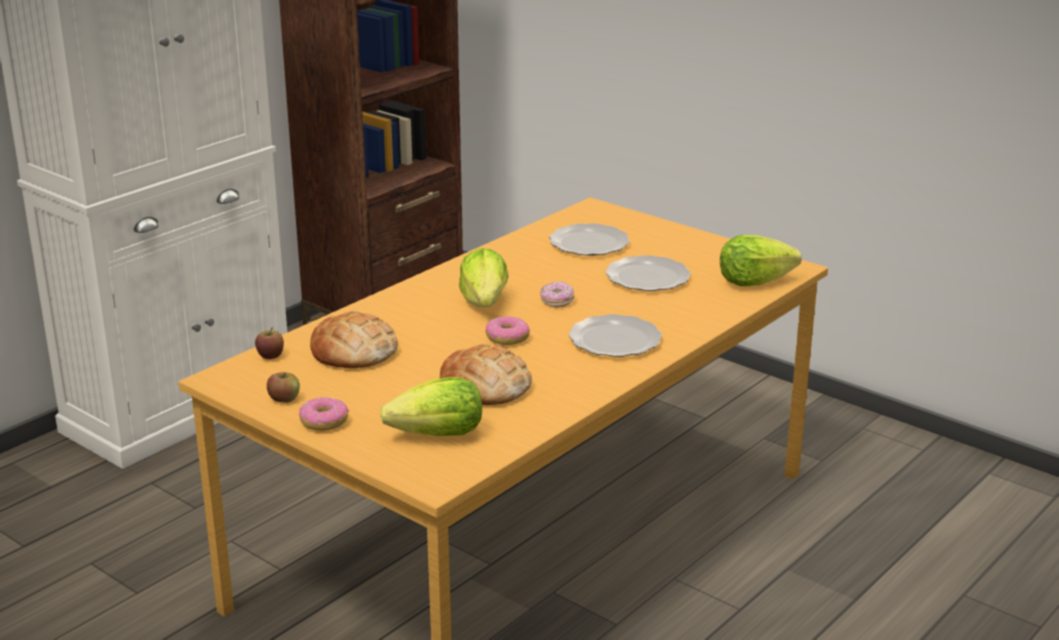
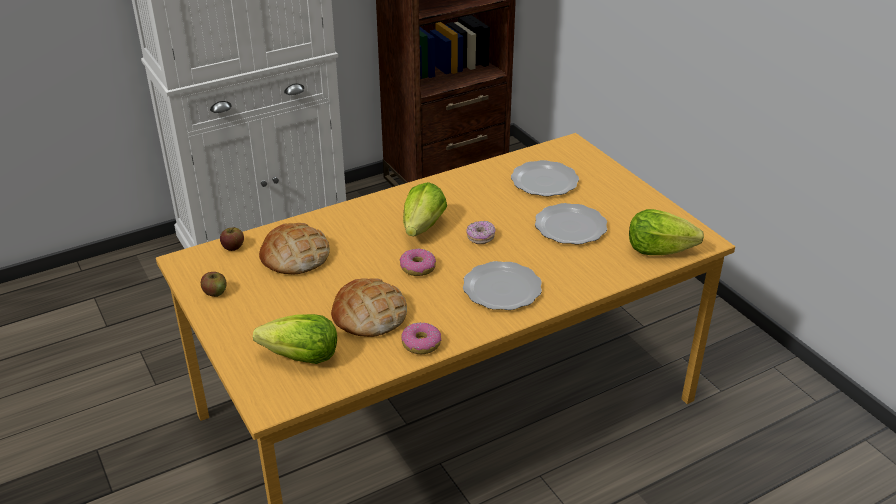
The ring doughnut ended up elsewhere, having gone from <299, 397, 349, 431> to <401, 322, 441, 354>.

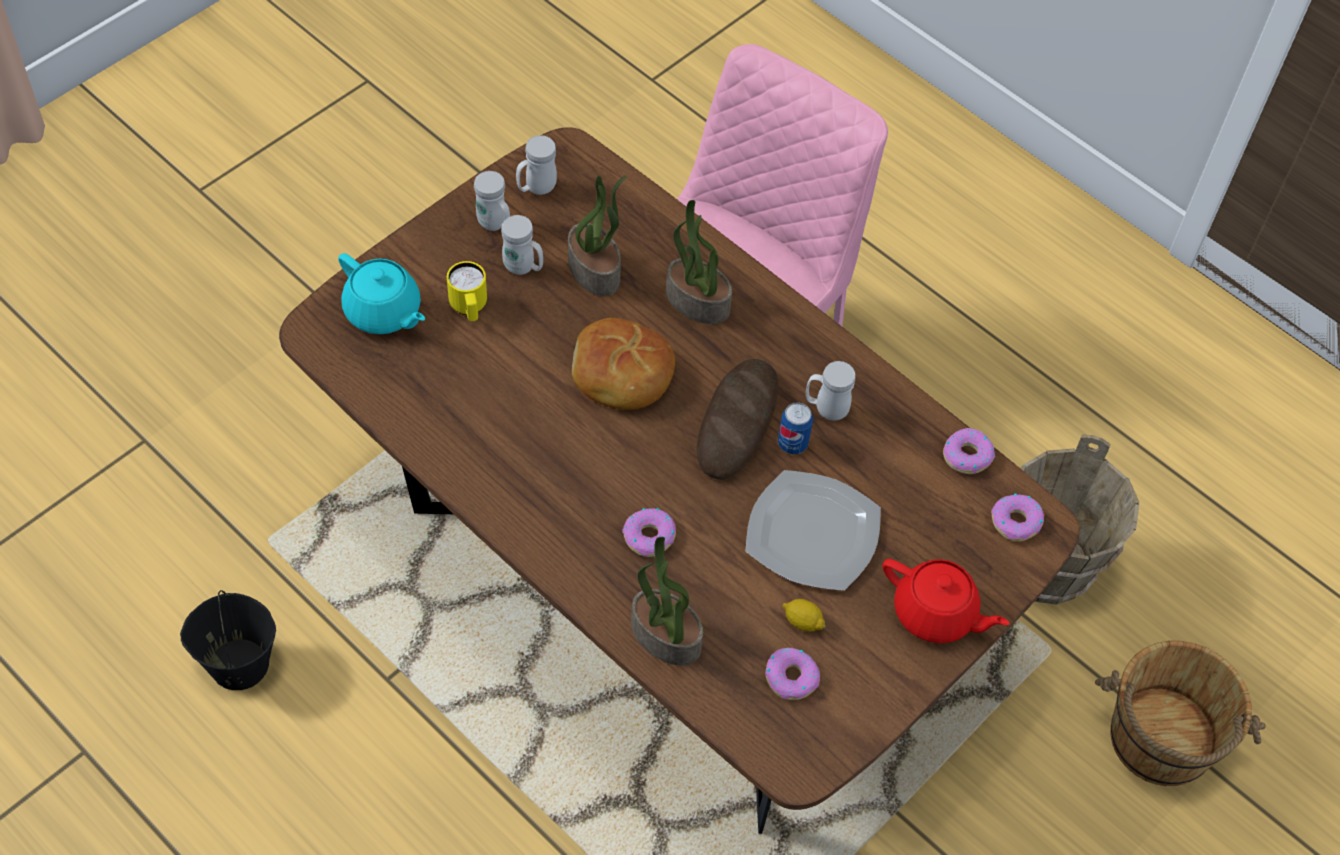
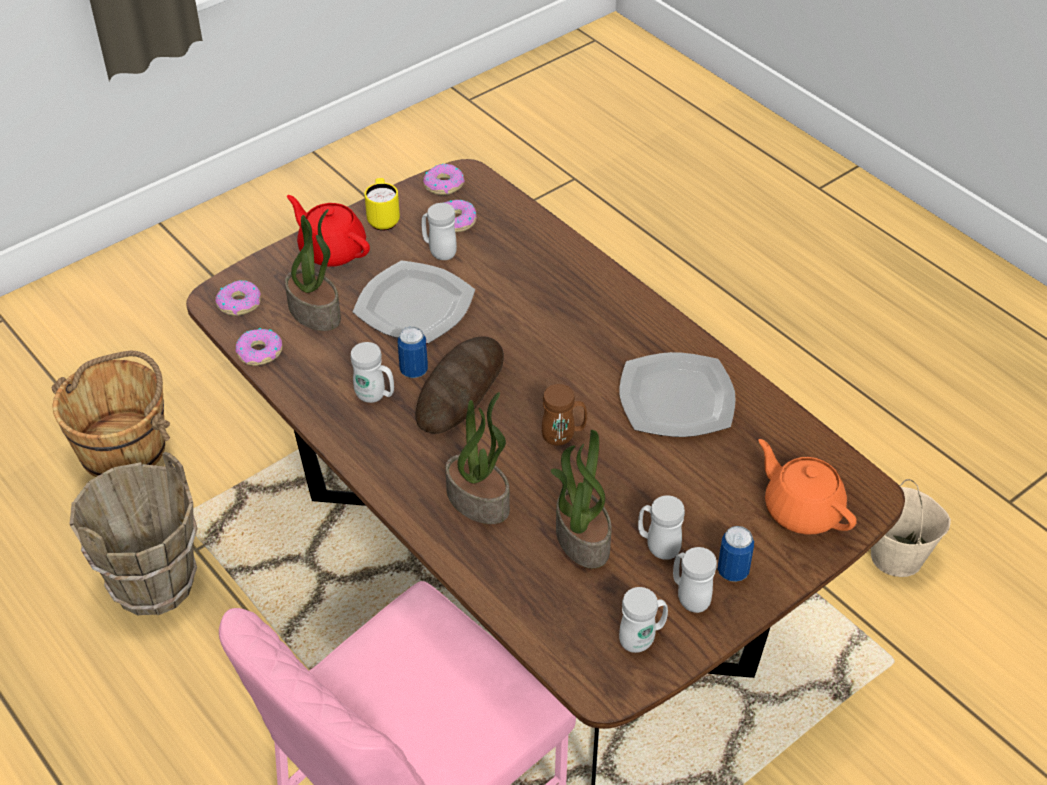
What was the black-coloured water bucket at <180, 590, 276, 690> turned into the sand-coloured water bucket at <871, 479, 951, 577>.
What was the blue-green pot for tea at <338, 253, 425, 334> turned into the orange pot for tea at <758, 439, 857, 535>.
The yellow coffee mug ended up elsewhere, having gone from <447, 261, 487, 321> to <364, 178, 400, 231>.
Where the bakery bread stood at <572, 318, 675, 410>, the brown-coloured coffee mug came to stand at <542, 384, 587, 446>.
The ring doughnut ended up elsewhere, having gone from <622, 508, 676, 557> to <423, 164, 465, 195>.
The houseplant ended up elsewhere, having gone from <631, 537, 703, 666> to <285, 209, 341, 331>.
Where the citrus fruit stood at <782, 599, 826, 632>, the white-coloured coffee mug came to stand at <422, 203, 457, 260>.
The second view gained the flat dish at <619, 352, 735, 437>.
The second view gained the metal can at <718, 526, 754, 582>.

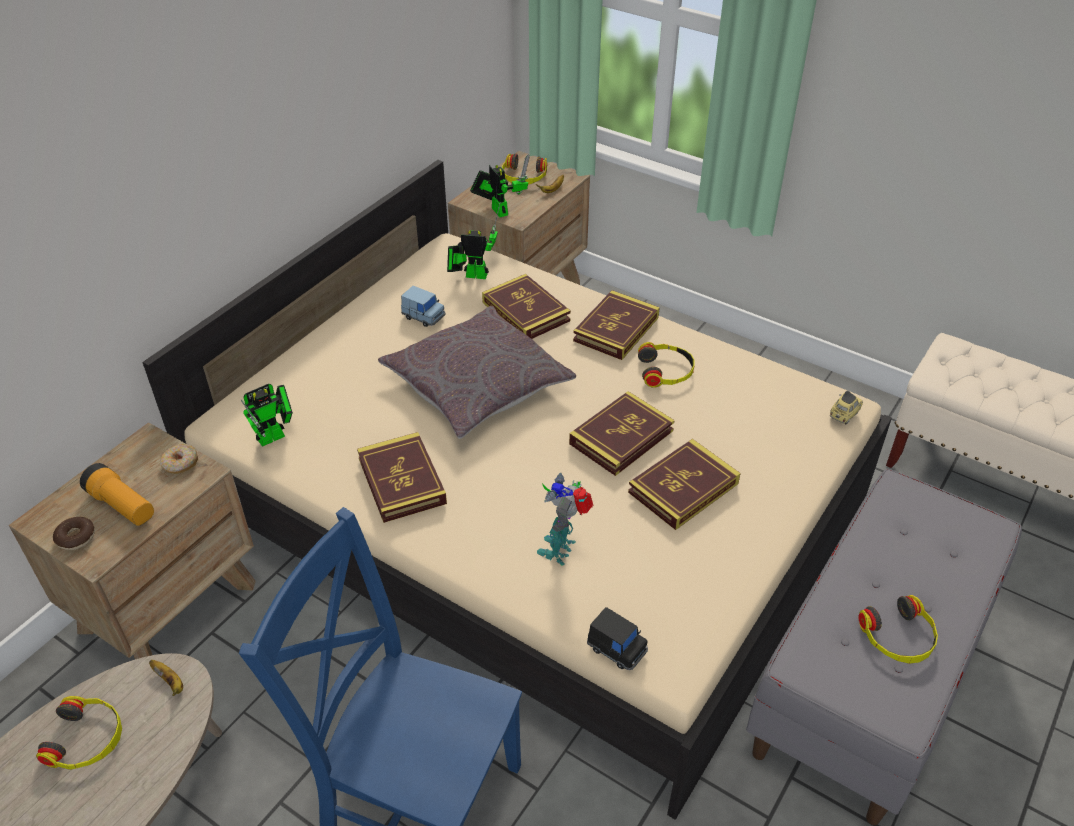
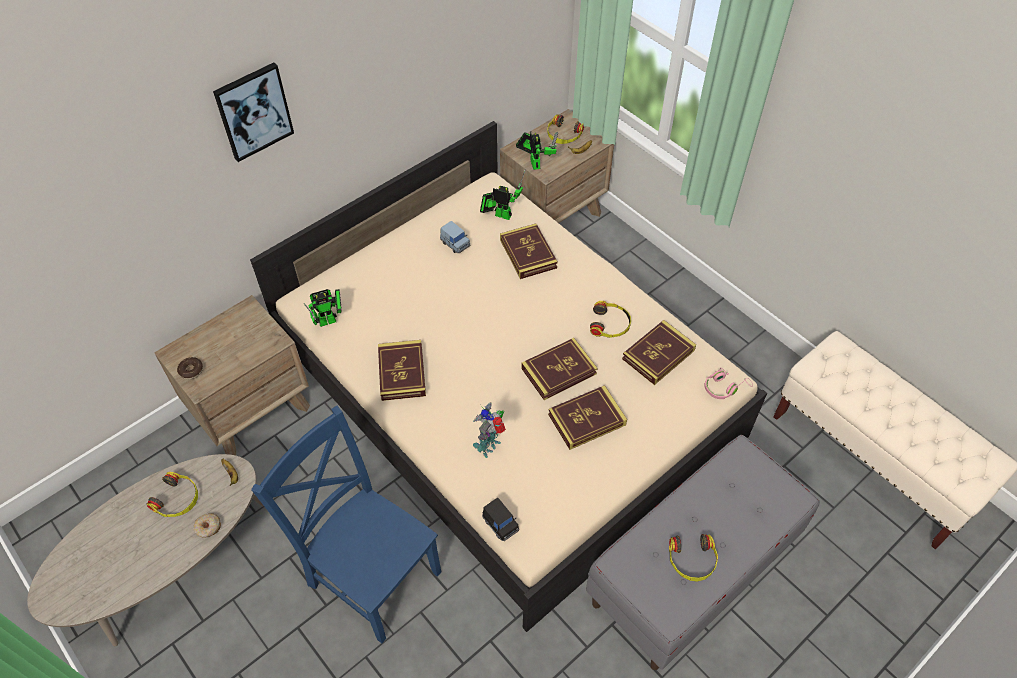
The second view lost the torch at <80, 463, 154, 526>.
The ring doughnut ended up elsewhere, having gone from <160, 444, 198, 474> to <193, 513, 221, 538>.
The second view lost the gray pillow at <378, 306, 576, 439>.
The bound book ended up elsewhere, having gone from <573, 290, 660, 360> to <622, 320, 696, 385>.
Where the miniature car stood at <830, 391, 863, 424>, the pinkish pair of headphones came to stand at <704, 368, 753, 399>.
The second view gained the wall art at <213, 63, 294, 162>.

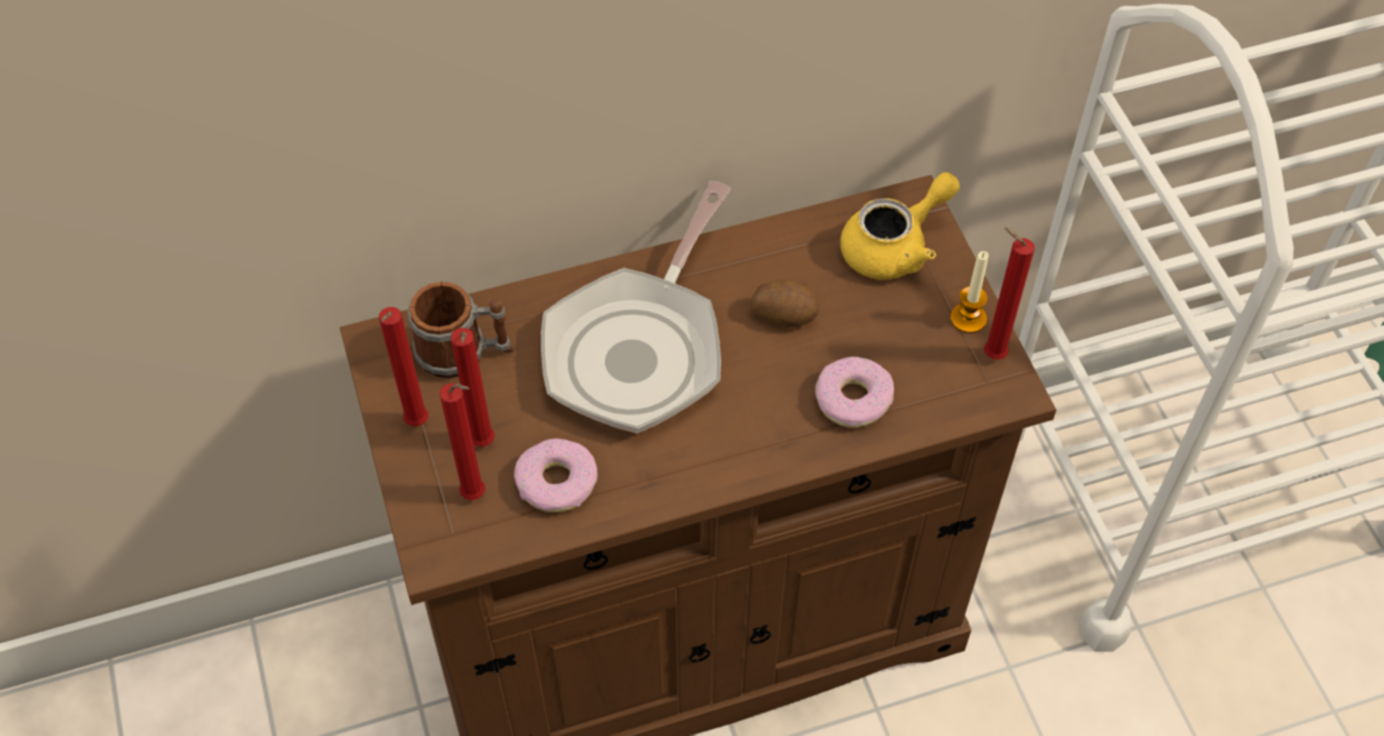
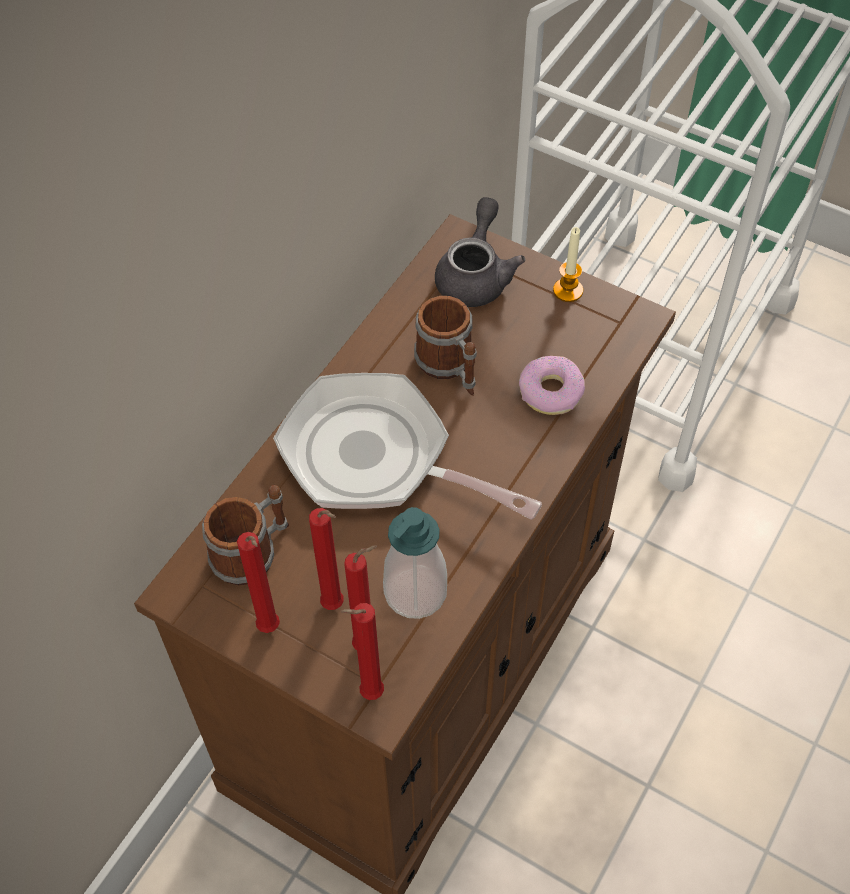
Where the ring doughnut stood at <514, 438, 597, 512>, the soap bottle came to stand at <383, 507, 447, 619>.
The pan at <541, 181, 731, 434> ended up facing another way, 135 degrees clockwise from before.
Where the potato stood at <751, 280, 819, 327>, the coffee mug came to stand at <414, 296, 477, 396>.
What was the yellow pot for tea at <840, 172, 960, 280> turned into the gray pot for tea at <435, 197, 526, 307>.
The reddish wax light ended up elsewhere, having gone from <984, 227, 1035, 360> to <341, 603, 384, 700>.

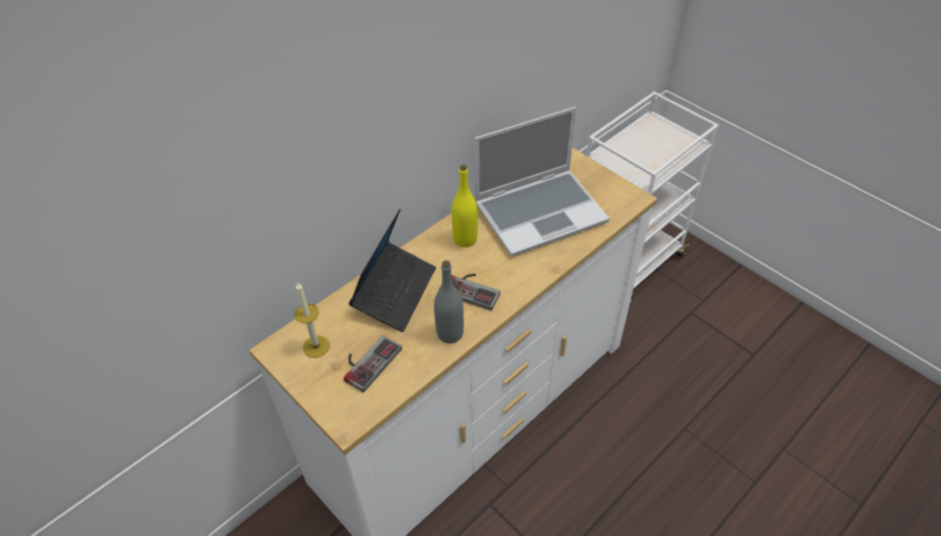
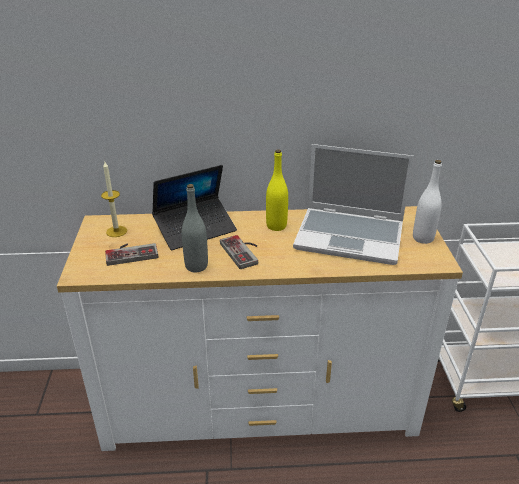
The second view gained the white-coloured bottle at <413, 160, 442, 244>.

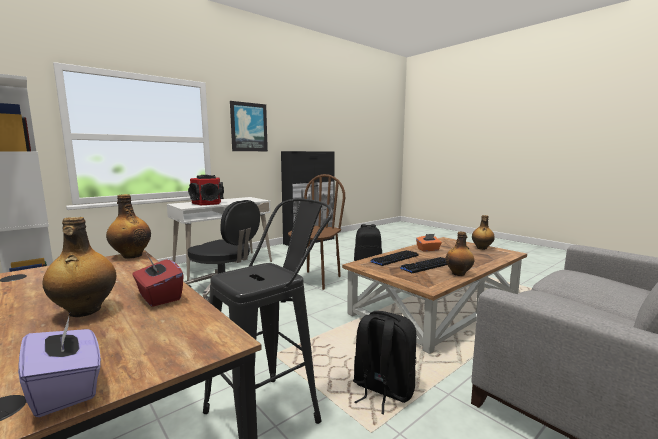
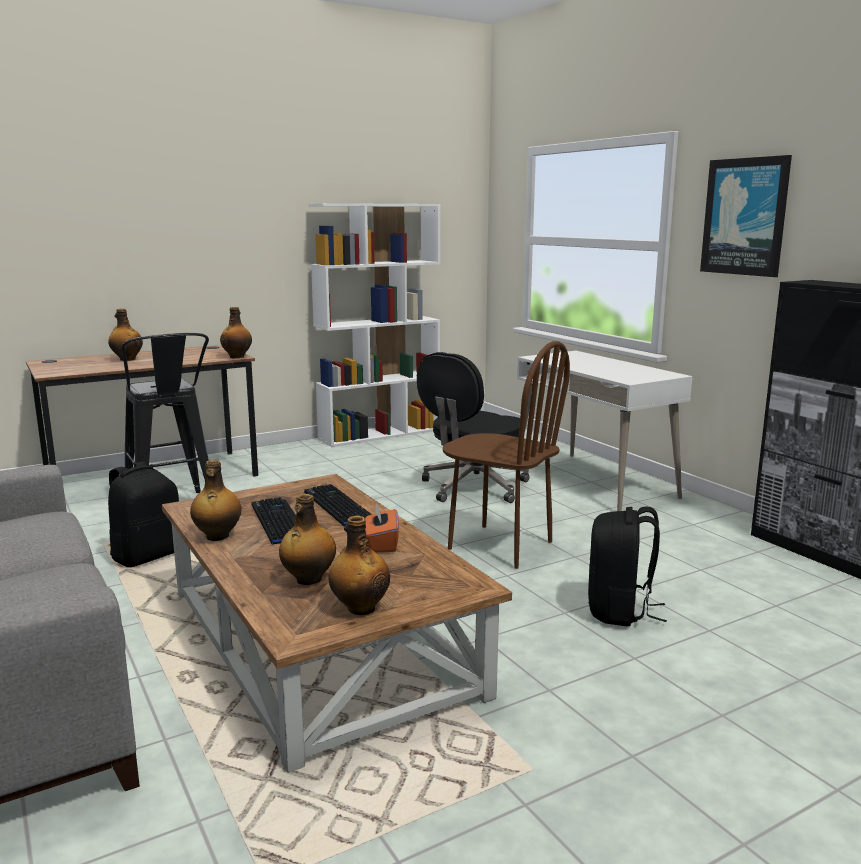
The second view lost the purple-coloured box of tissues at <18, 314, 101, 417>.
The second view lost the reddish box of tissues at <132, 255, 184, 307>.
The second view lost the audio speaker at <188, 175, 224, 205>.
The second view gained the bottle at <279, 494, 336, 585>.

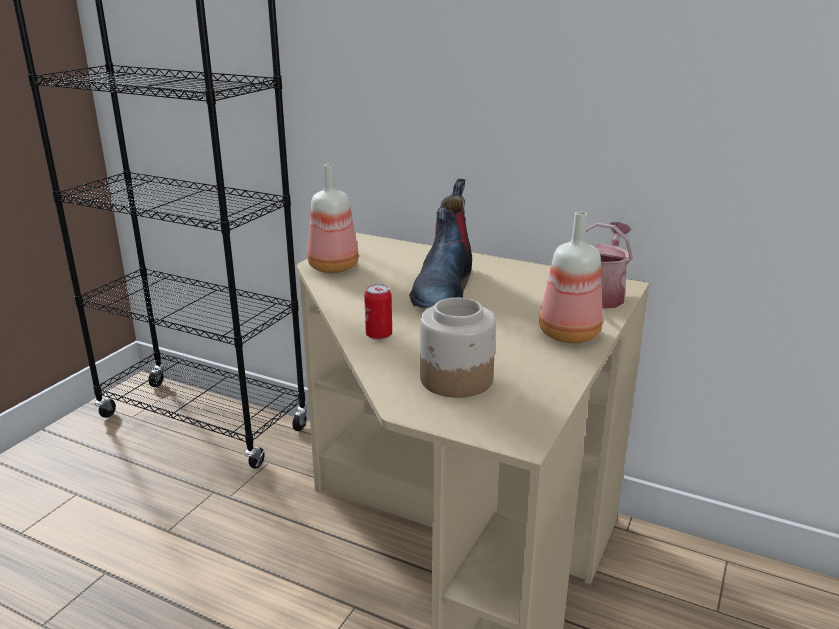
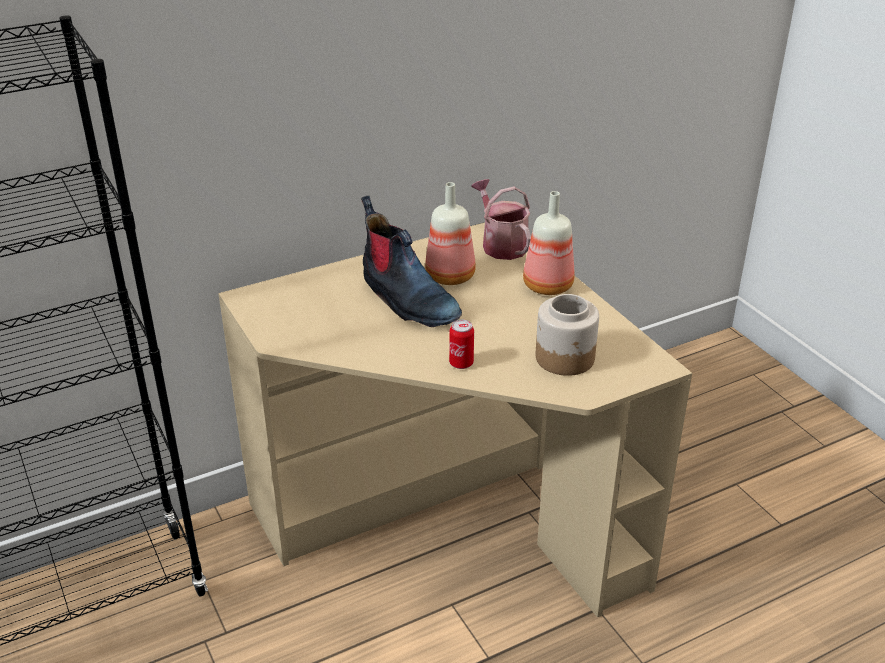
The bottle ended up elsewhere, having gone from <307, 164, 359, 273> to <425, 182, 476, 285>.

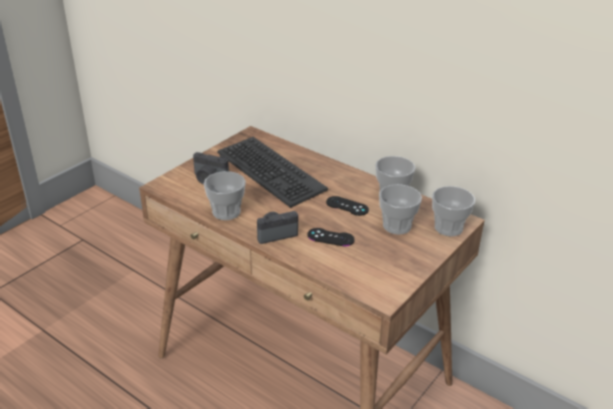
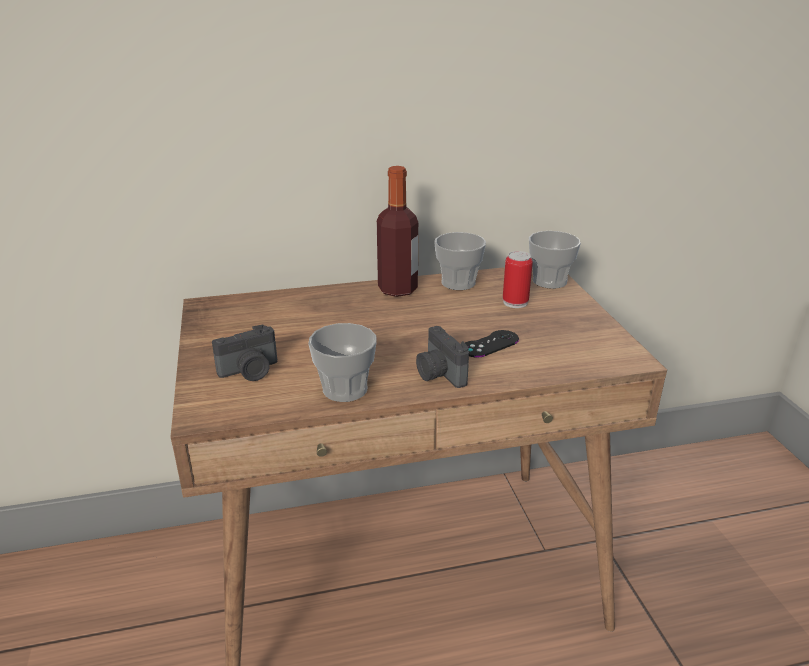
The second view lost the keyboard at <217, 137, 328, 208>.
The photo camera at <257, 211, 298, 244> ended up facing another way, 45 degrees counterclockwise from before.
The second view lost the black-coloured game controller at <326, 196, 369, 216>.
Where the cup stood at <379, 184, 422, 235>, the metal can came to stand at <503, 251, 533, 308>.
The second view gained the bottle at <377, 166, 418, 297>.

